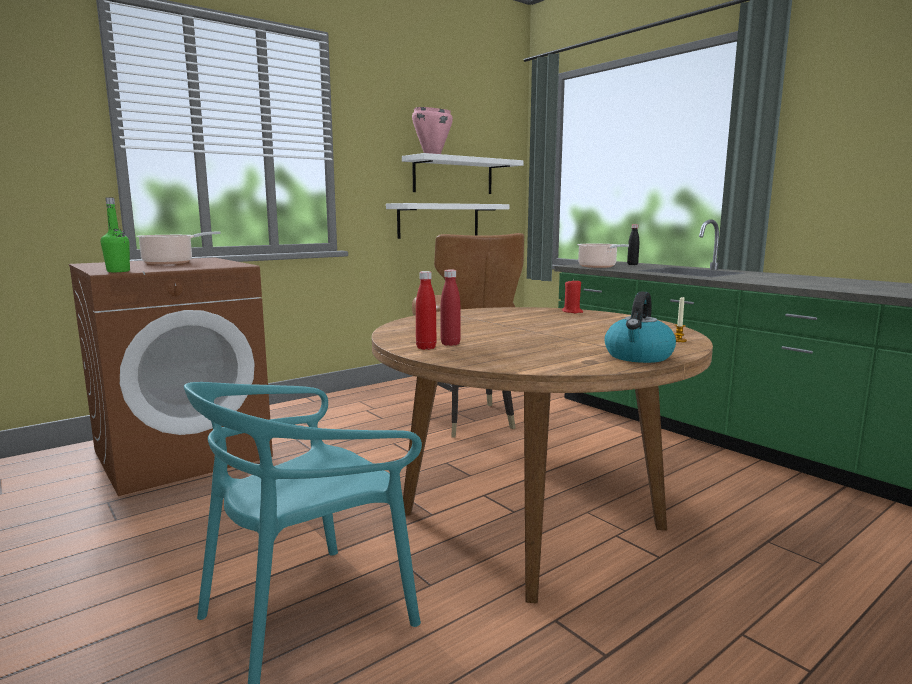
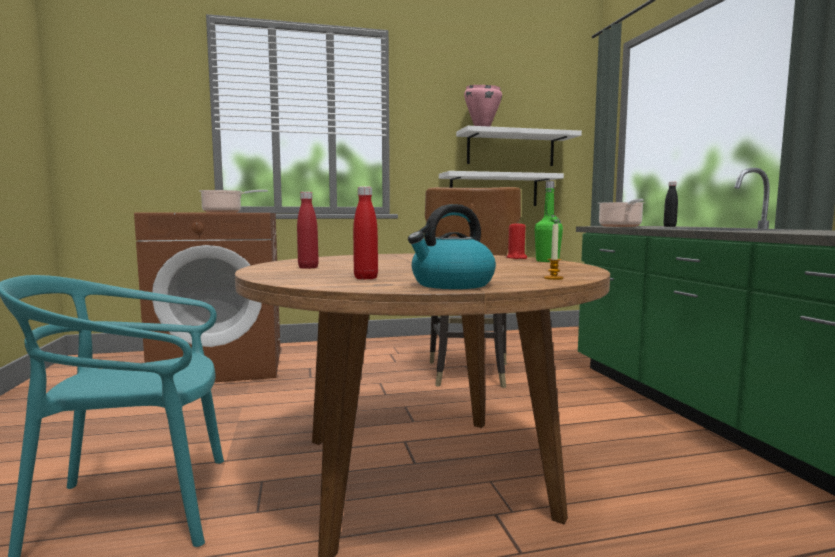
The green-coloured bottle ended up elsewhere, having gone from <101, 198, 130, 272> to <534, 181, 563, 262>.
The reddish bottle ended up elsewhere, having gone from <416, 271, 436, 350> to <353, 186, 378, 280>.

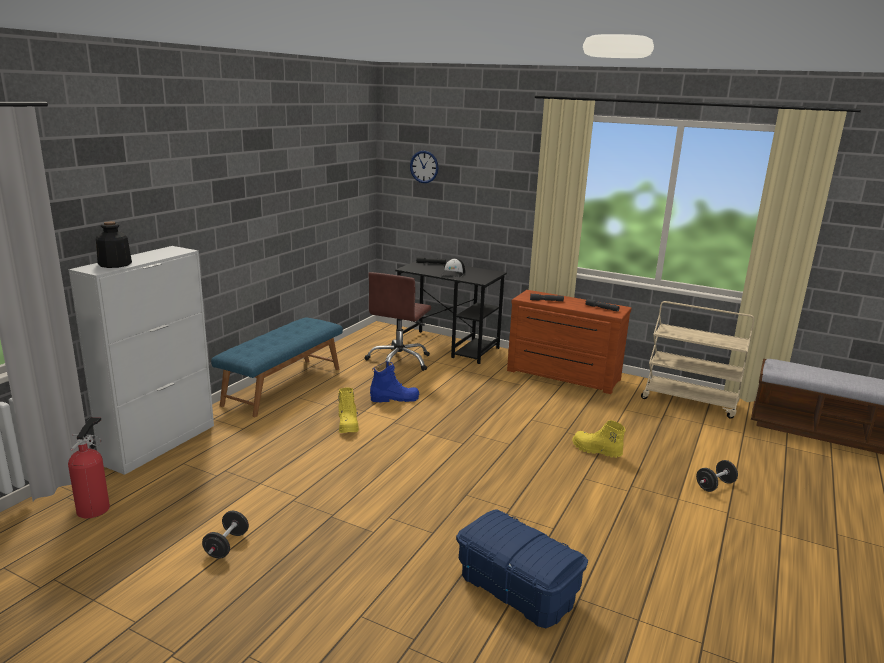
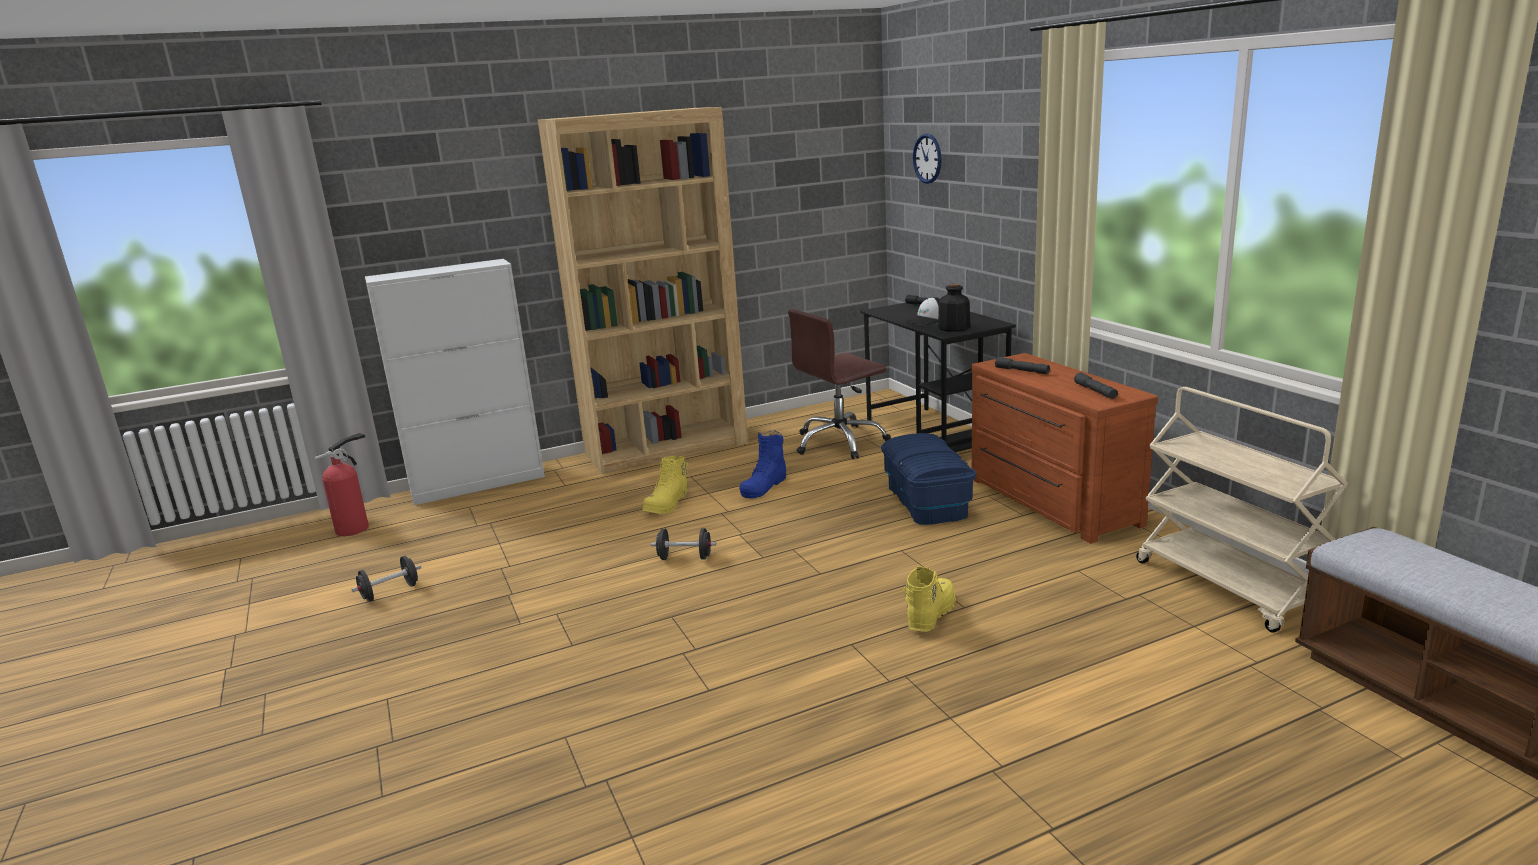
The bottle ended up elsewhere, having gone from <96, 221, 132, 268> to <938, 283, 971, 332>.
Where the bluish long seat stood at <211, 317, 343, 417>, the brown-coloured bookcase came to stand at <538, 107, 748, 474>.
The bluish high-top boot at <370, 361, 419, 402> ended up facing another way, 90 degrees clockwise from before.
The bluish storage bin ended up elsewhere, having gone from <456, 509, 588, 628> to <881, 433, 976, 525>.
The yellow high-top boot at <572, 420, 625, 458> ended up facing another way, 45 degrees clockwise from before.
The black-coloured hand weight ended up elsewhere, having gone from <696, 460, 738, 492> to <651, 528, 716, 560>.

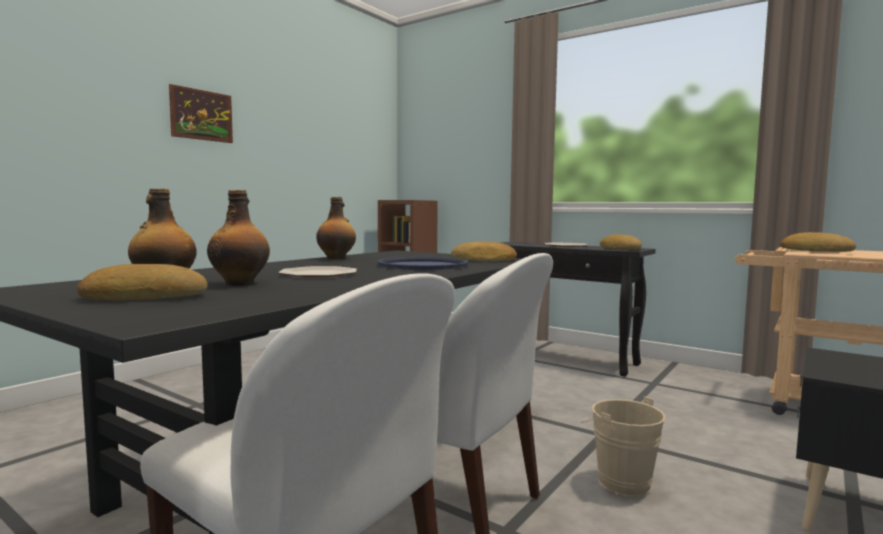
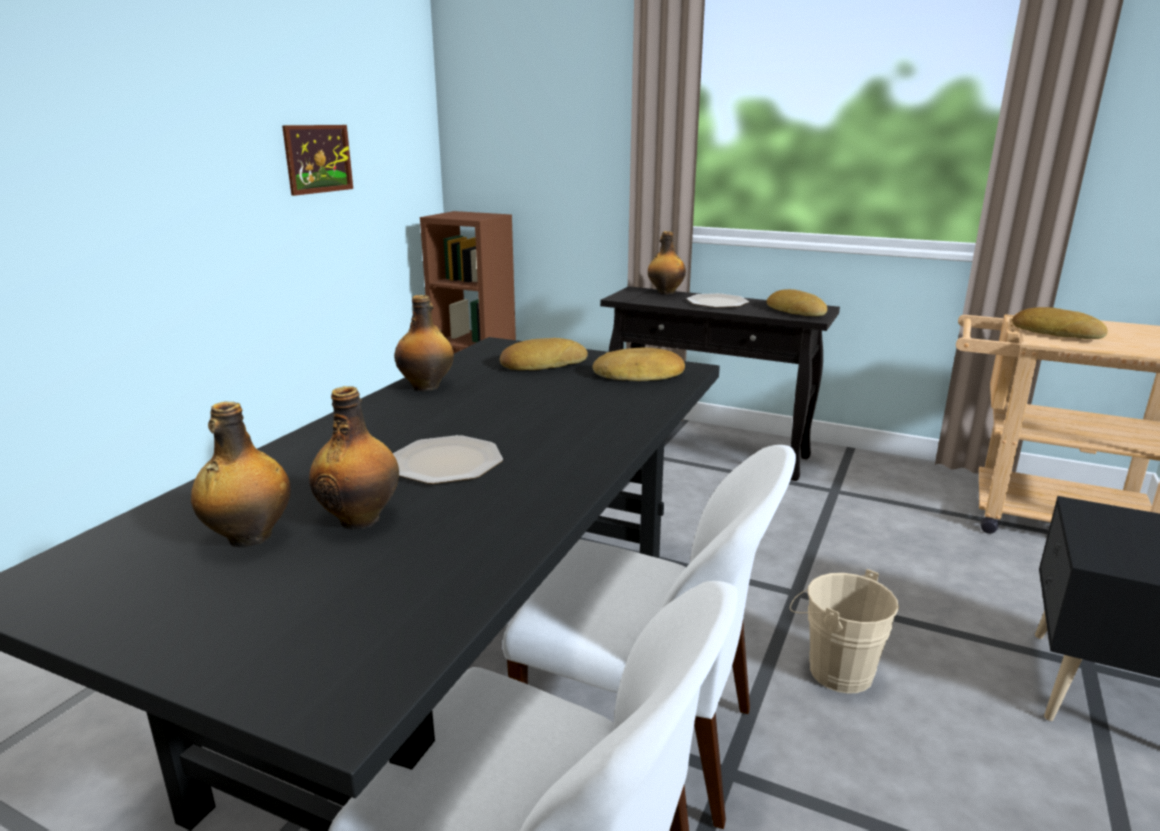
The bakery bread ended up elsewhere, having gone from <77, 264, 207, 301> to <500, 338, 588, 370>.
The wall art ended up elsewhere, having gone from <169, 84, 233, 143> to <282, 125, 353, 196>.
The second view lost the bluish carrying tray at <377, 257, 469, 270>.
The second view gained the bottle at <648, 231, 686, 294>.

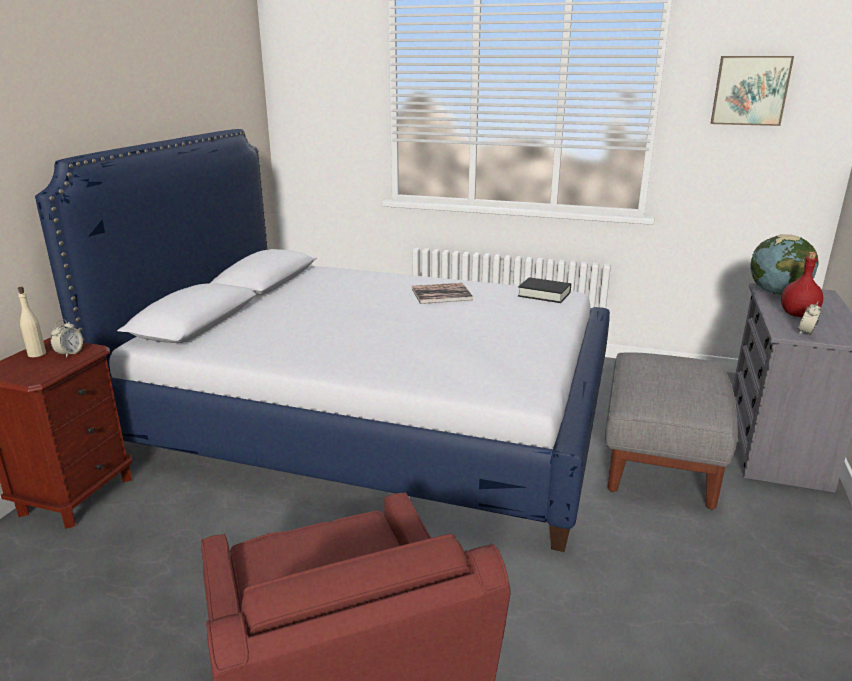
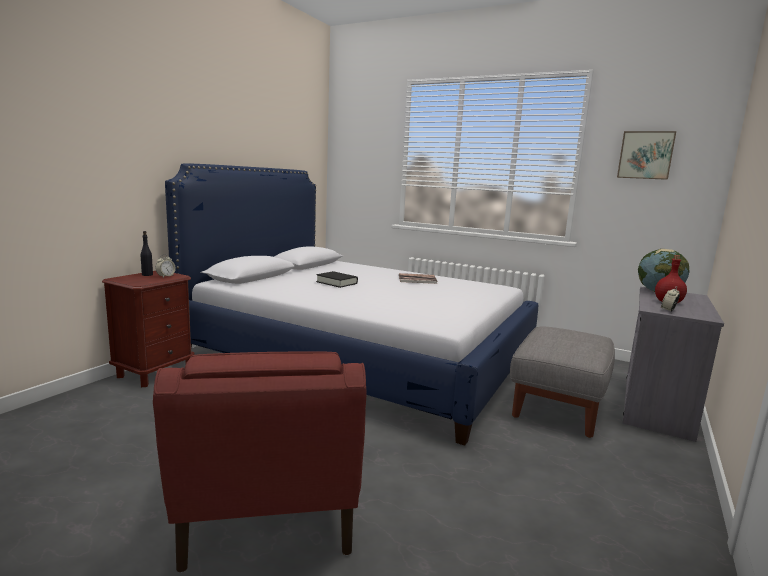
What was the sand-coloured bottle at <18, 287, 46, 357> turned into the black-coloured bottle at <141, 231, 153, 276>.
The black-coloured bound book ended up elsewhere, having gone from <518, 277, 571, 303> to <316, 271, 358, 288>.

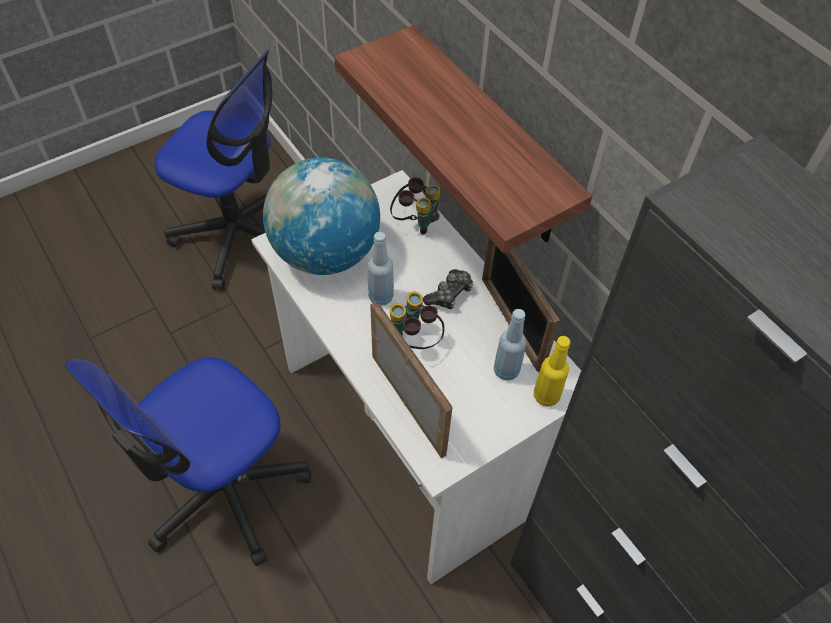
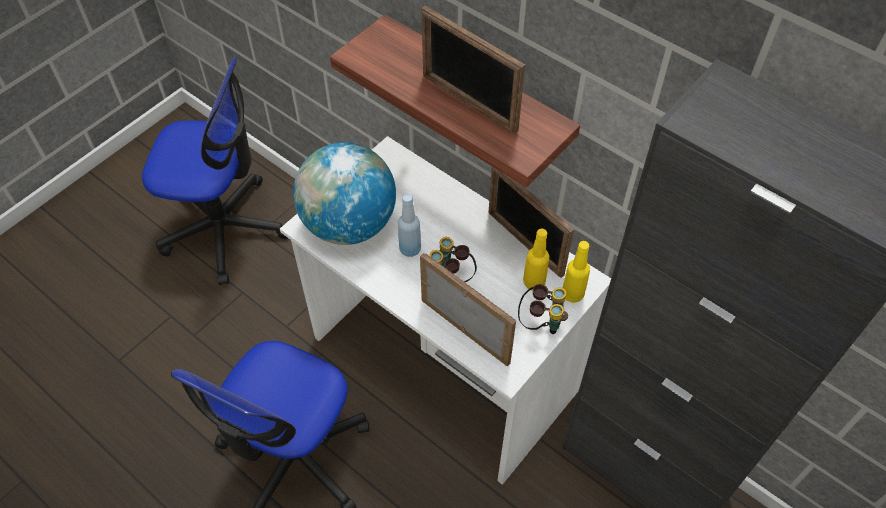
The binoculars ended up elsewhere, having gone from <390, 177, 440, 234> to <518, 284, 568, 334>.
The second view lost the game controller at <423, 269, 473, 309>.
What was the bluish bottle at <493, 309, 526, 381> turned into the yellow bottle at <523, 229, 549, 290>.
The second view gained the photo frame at <421, 5, 525, 134>.

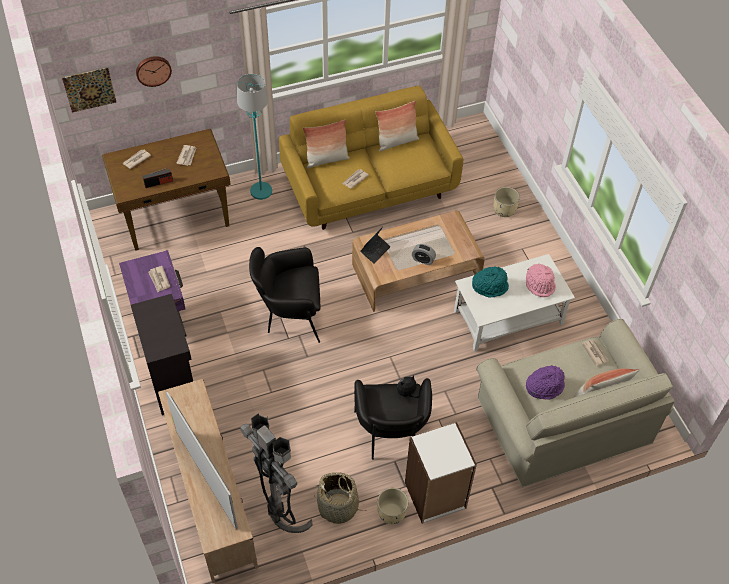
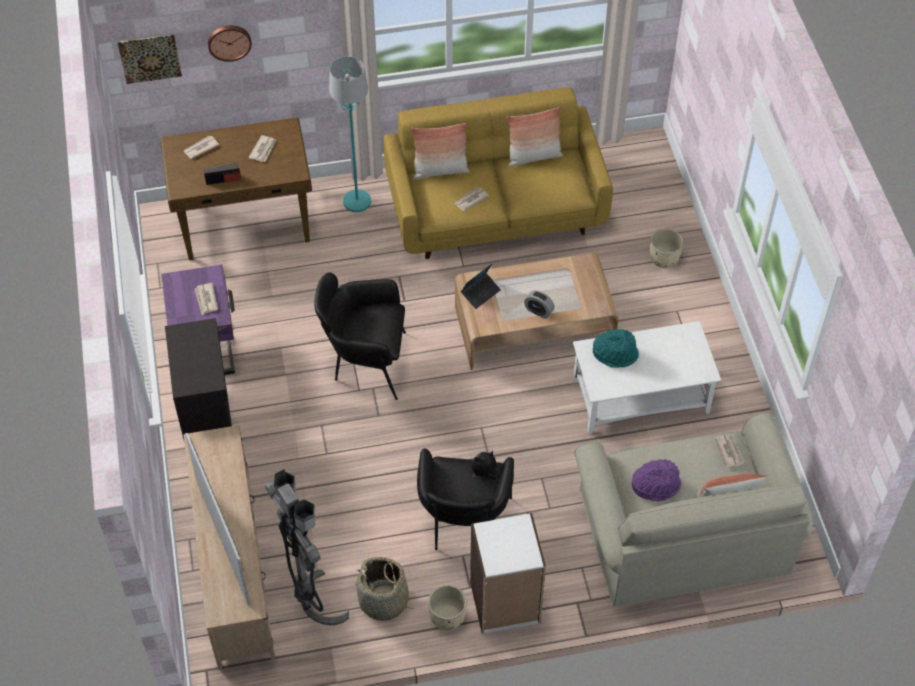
The second view lost the pinkish wearable hat at <526, 264, 556, 297>.

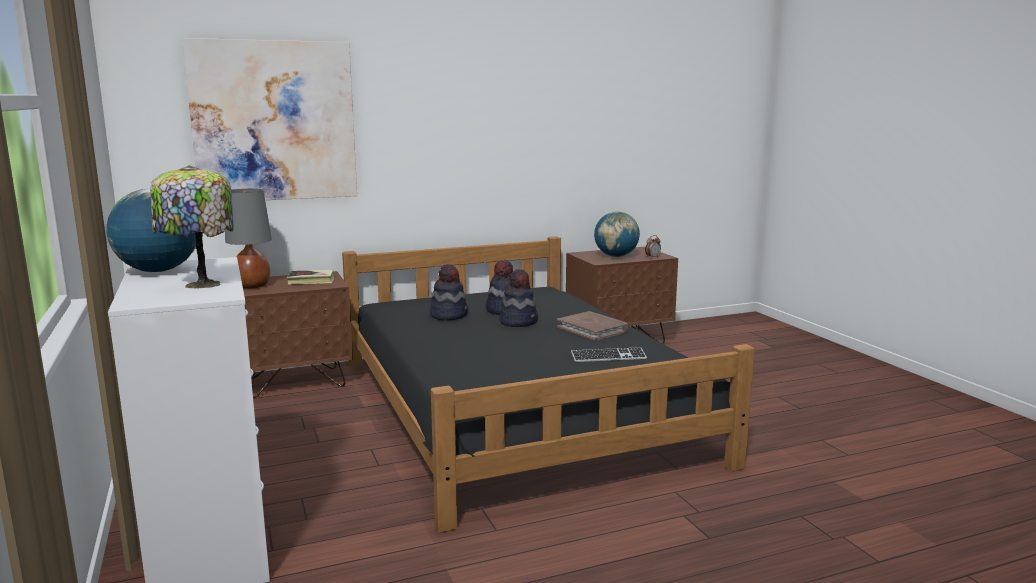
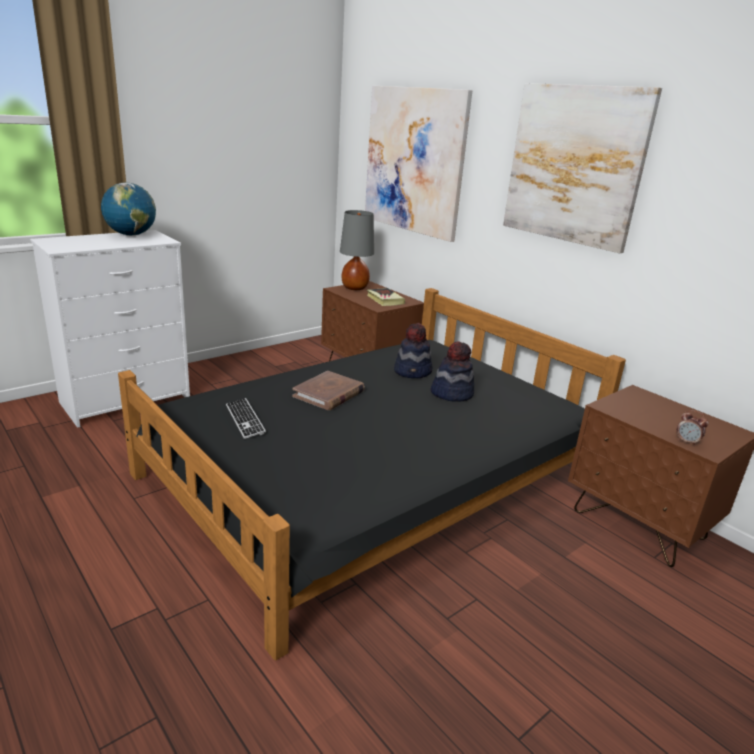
The second view lost the table lamp at <150, 165, 234, 289>.
The second view lost the wearable hat at <499, 269, 538, 327>.
The brown-coloured bound book ended up elsewhere, having gone from <557, 311, 628, 341> to <292, 371, 365, 410>.
The keyboard ended up elsewhere, having gone from <571, 347, 647, 362> to <226, 398, 266, 439>.
The second view lost the globe at <594, 212, 640, 257>.
The second view gained the wall art at <503, 83, 662, 253>.

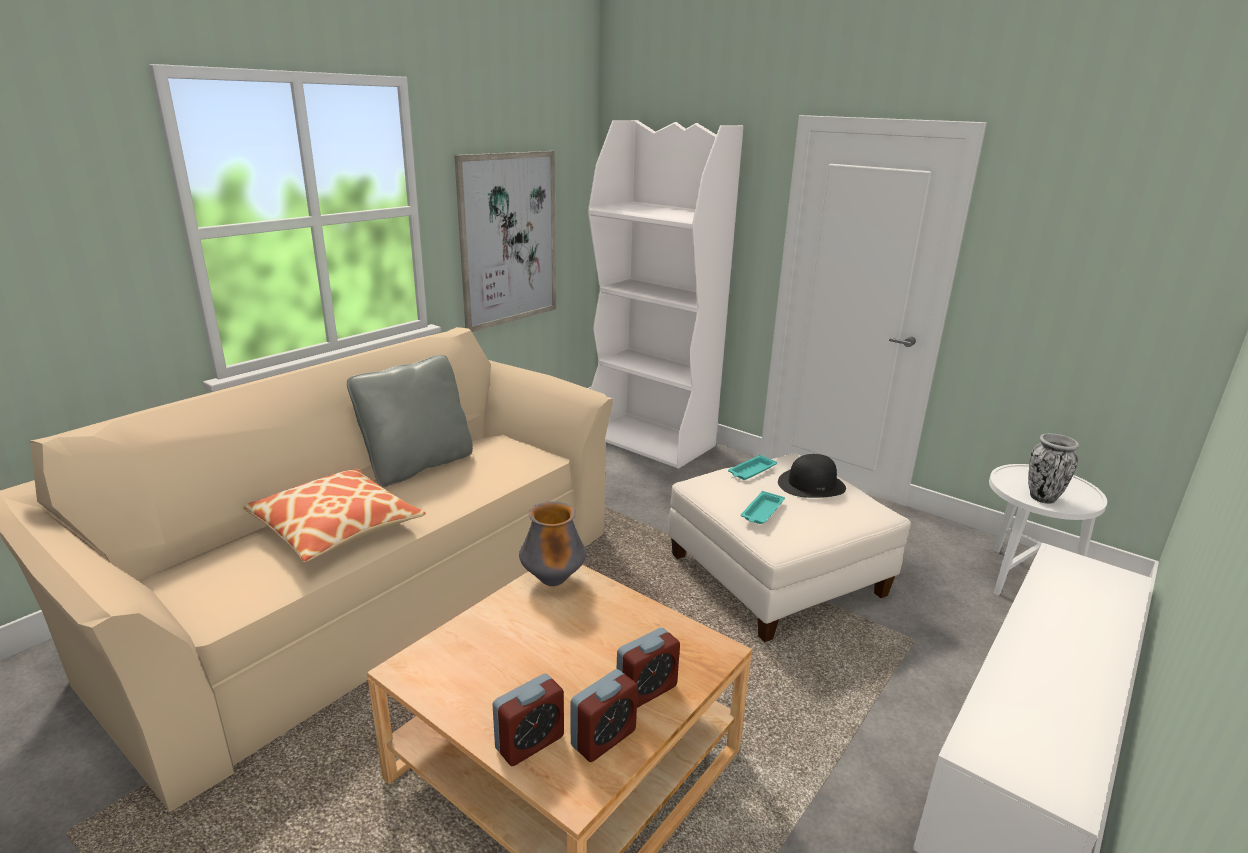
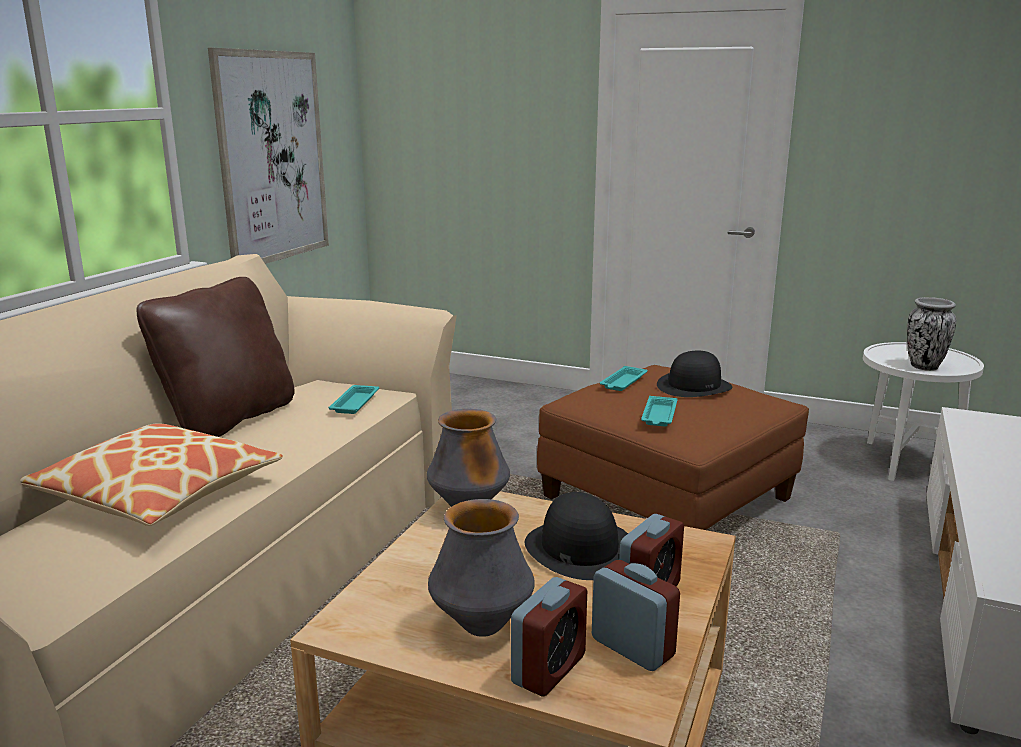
What was the gray pillow at <347, 355, 473, 487> turned into the brown-coloured pillow at <136, 277, 295, 437>.
The table clock at <571, 669, 638, 762> ended up facing another way, 75 degrees counterclockwise from before.
The second view lost the white-coloured bookcase at <588, 120, 743, 469>.
What was the white-coloured footrest at <668, 453, 911, 642> turned into the brown-coloured footrest at <537, 365, 809, 530>.
The second view gained the blue-green carrying tray at <329, 385, 379, 414>.
The second view gained the flower vase at <428, 499, 535, 637>.
The second view gained the black-coloured wearable hat at <525, 492, 628, 580>.

